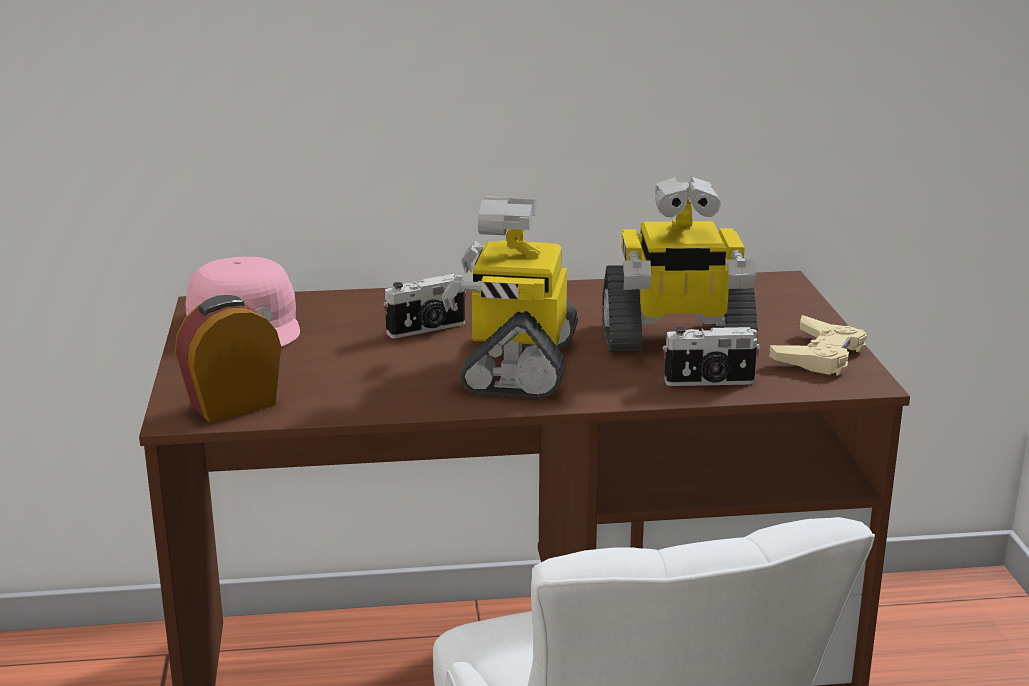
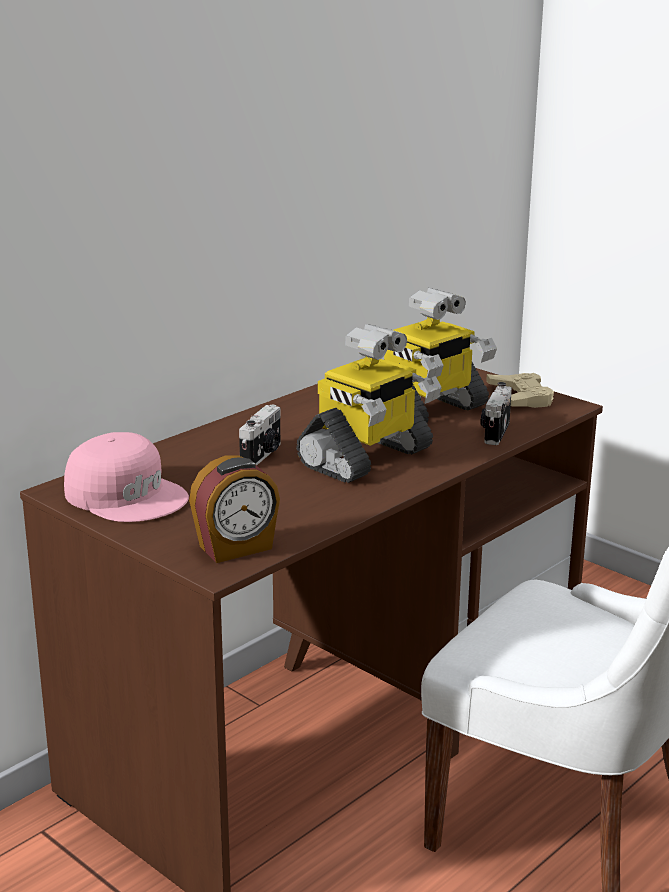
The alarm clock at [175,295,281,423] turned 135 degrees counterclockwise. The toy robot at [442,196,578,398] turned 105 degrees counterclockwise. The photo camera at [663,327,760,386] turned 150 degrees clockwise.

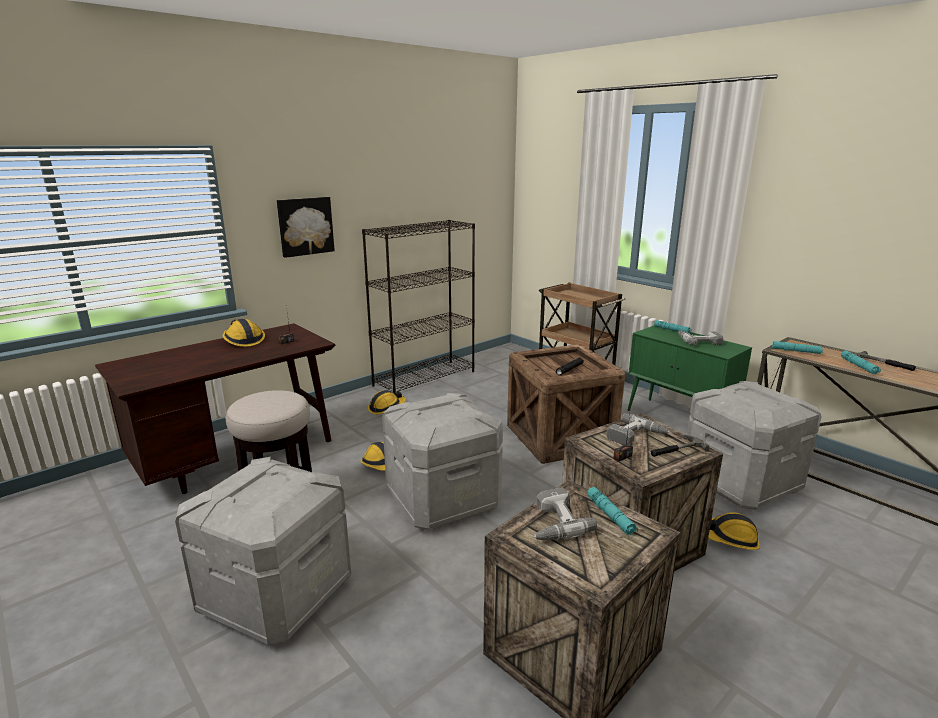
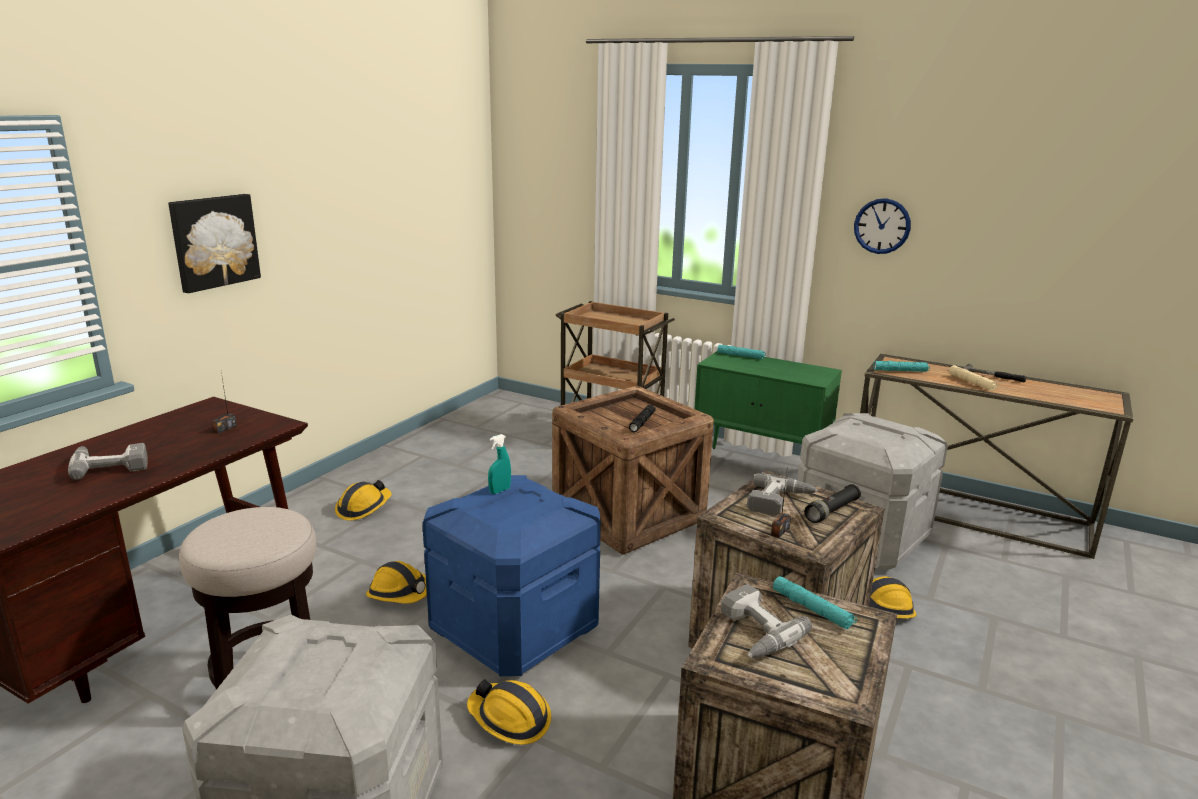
The power drill moved from [678,331,723,346] to [68,443,148,480]. The grey storage box at [382,393,503,531] became the blue storage box at [422,475,601,676]. The hard hat moved from [223,319,265,347] to [467,679,551,745]. The turquoise spray bottle at [488,434,511,494] appeared. The hammer at [651,435,709,457] was replaced by the black flashlight at [805,484,861,523]. The wall clock at [854,198,911,254] appeared. The turquoise flashlight at [841,351,881,374] became the beige flashlight at [949,365,999,391]. The black bookcase at [362,220,475,394] disappeared.

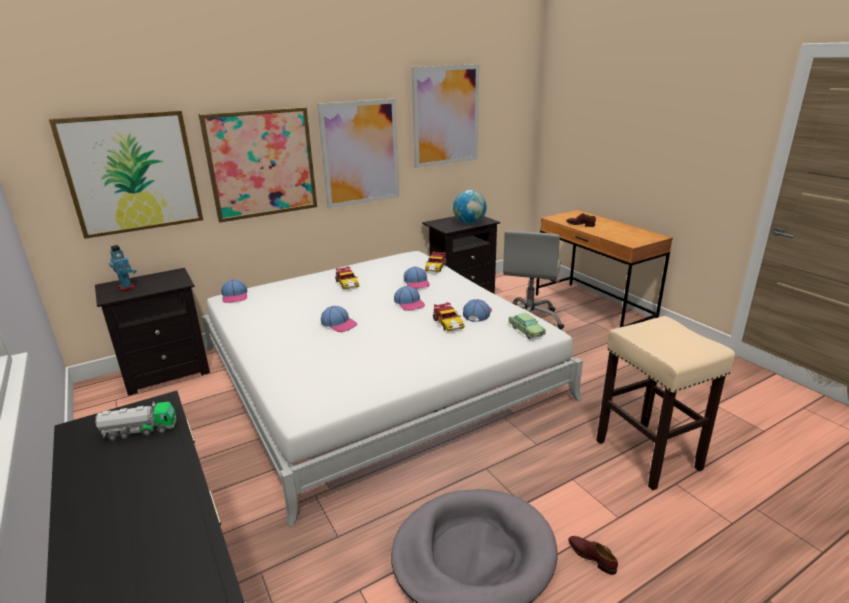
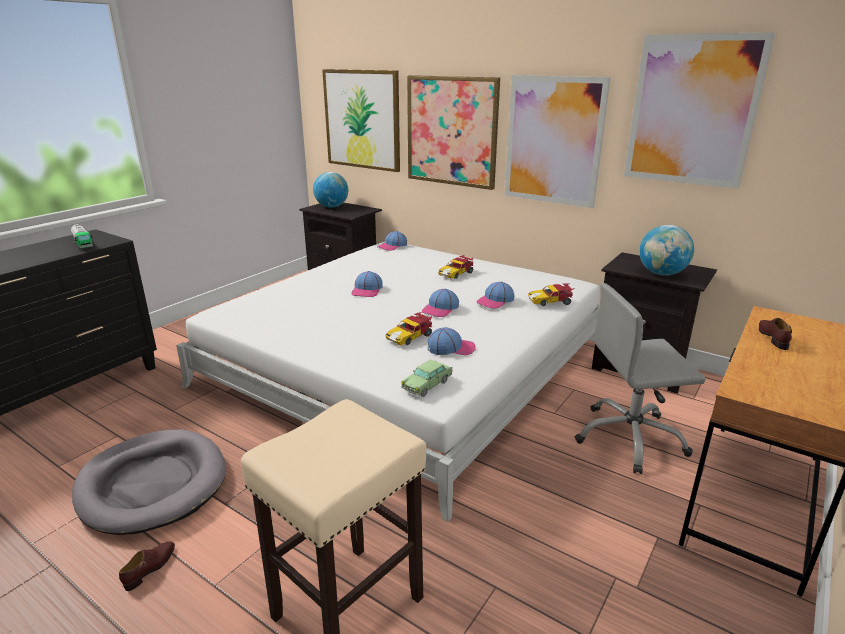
The toy robot at [109,245,137,291] was replaced by the globe at [313,172,348,208].

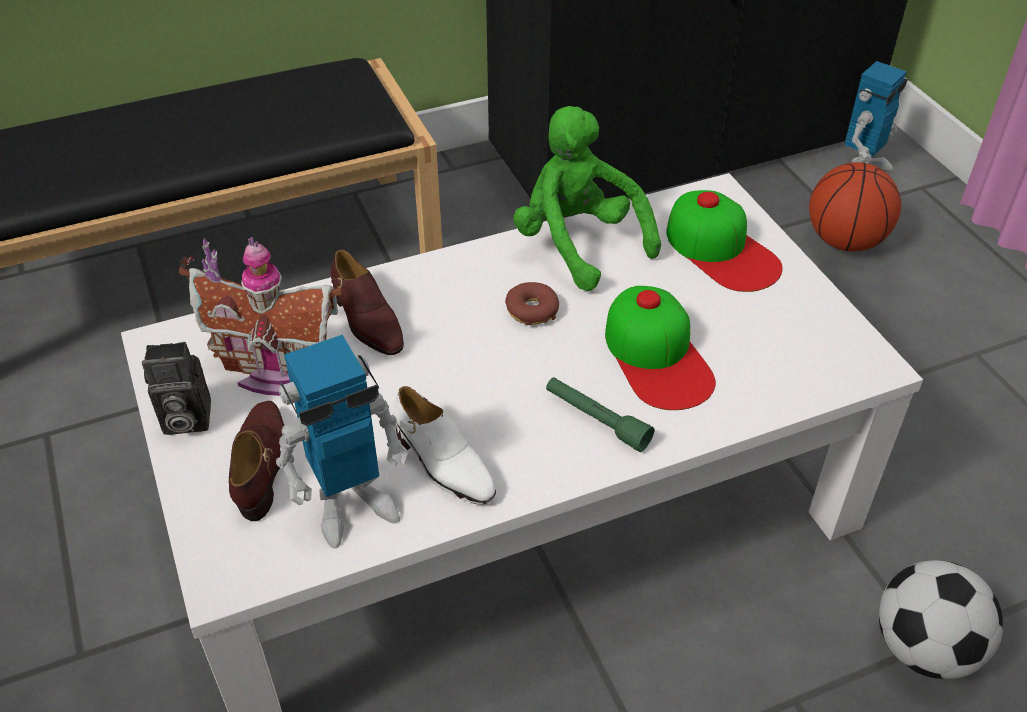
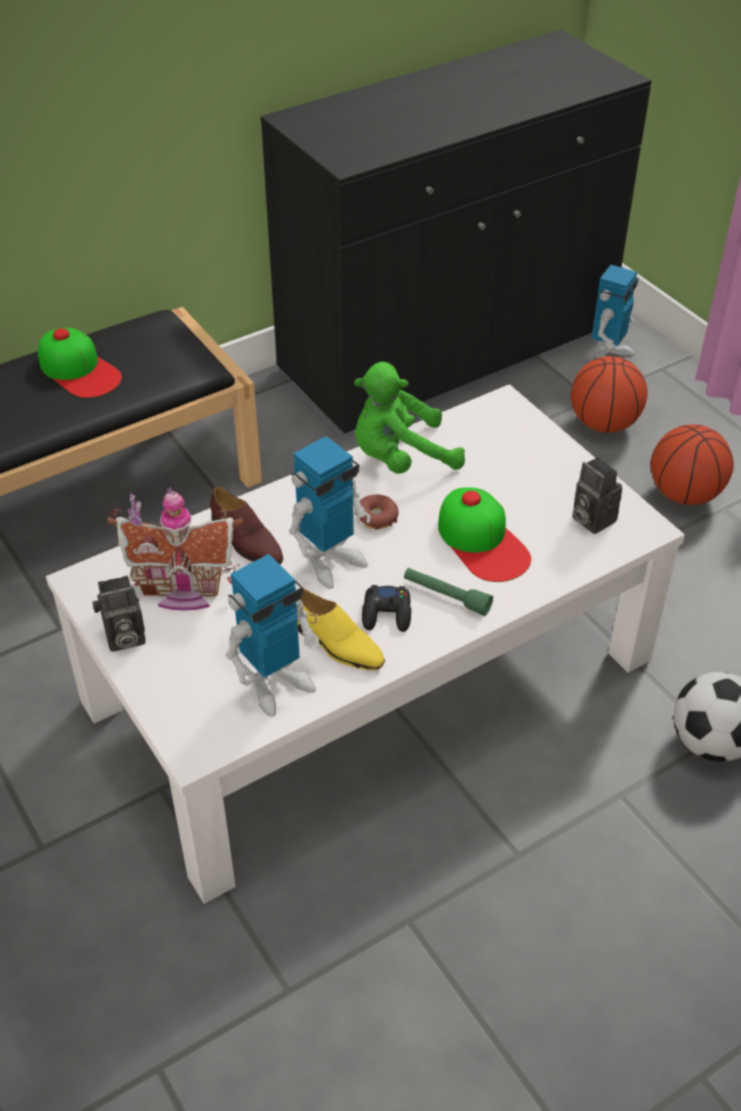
The cap moved from [666,190,783,292] to [38,328,122,398]. The toy robot at [289,436,371,589] appeared. The white shoe at [393,386,496,505] became the yellow shoe at [298,589,385,670]. The green plush toy at [513,106,661,291] turned 60 degrees counterclockwise. The black game controller at [362,585,411,632] appeared. The photo camera at [572,457,622,534] appeared. The basketball at [651,424,734,505] appeared. The brown shoe at [229,401,284,521] disappeared.

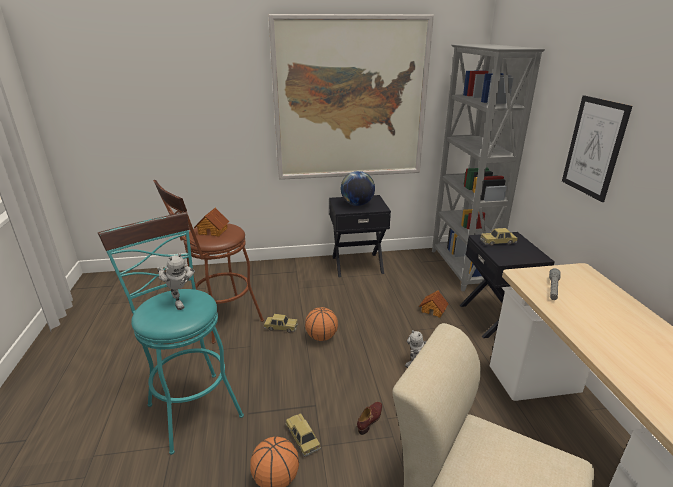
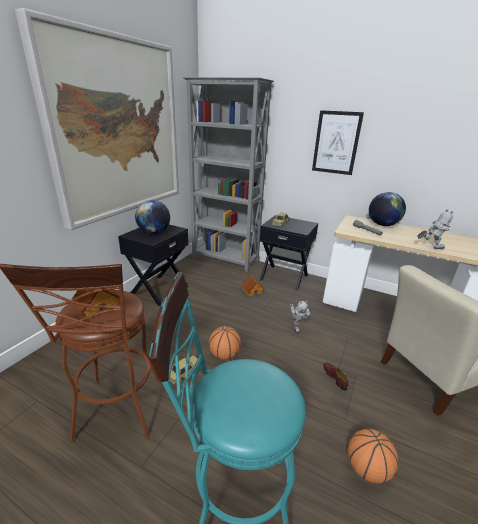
The globe at [369,192,406,226] appeared. The toy robot moved from [157,253,195,310] to [417,209,453,249]. The toy car at [286,413,321,457] disappeared.

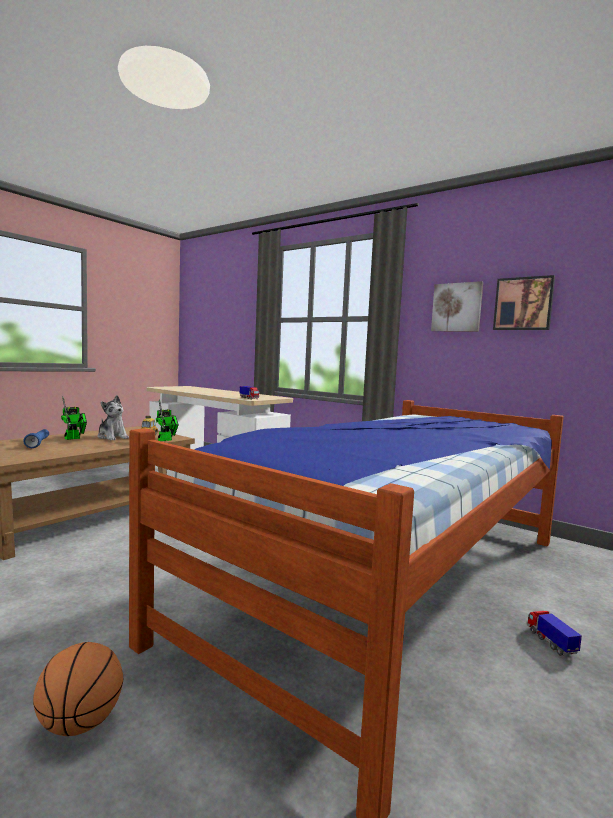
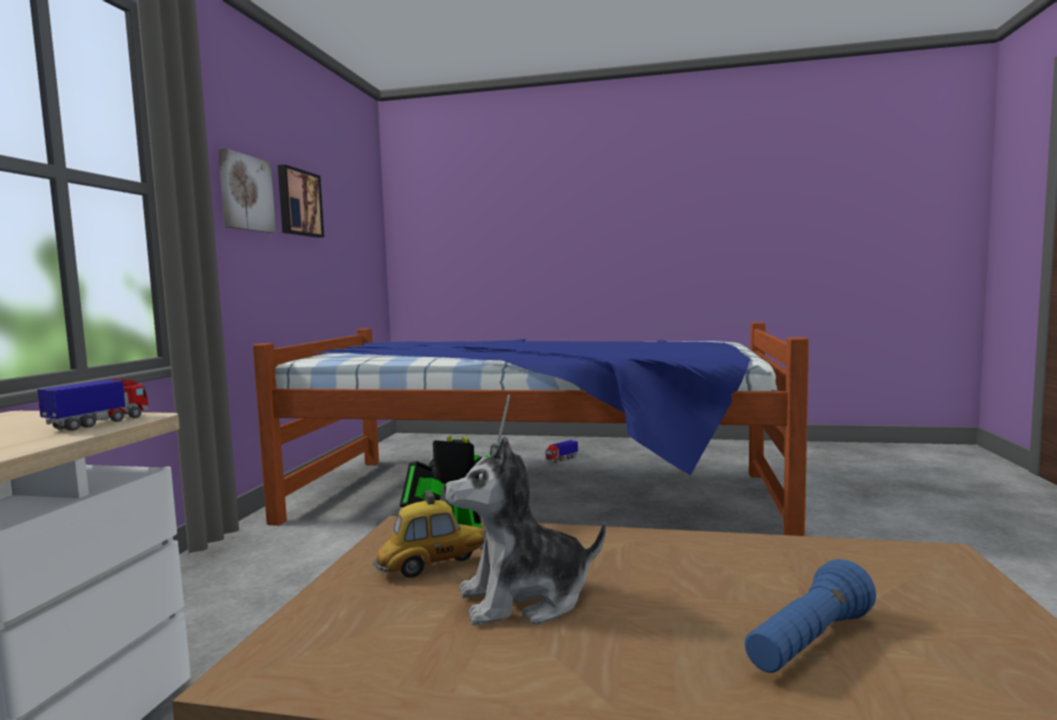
The plush toy at [97,395,129,440] turned 120 degrees counterclockwise. The basketball at [33,642,123,736] disappeared. The toy robot at [61,396,87,440] disappeared.

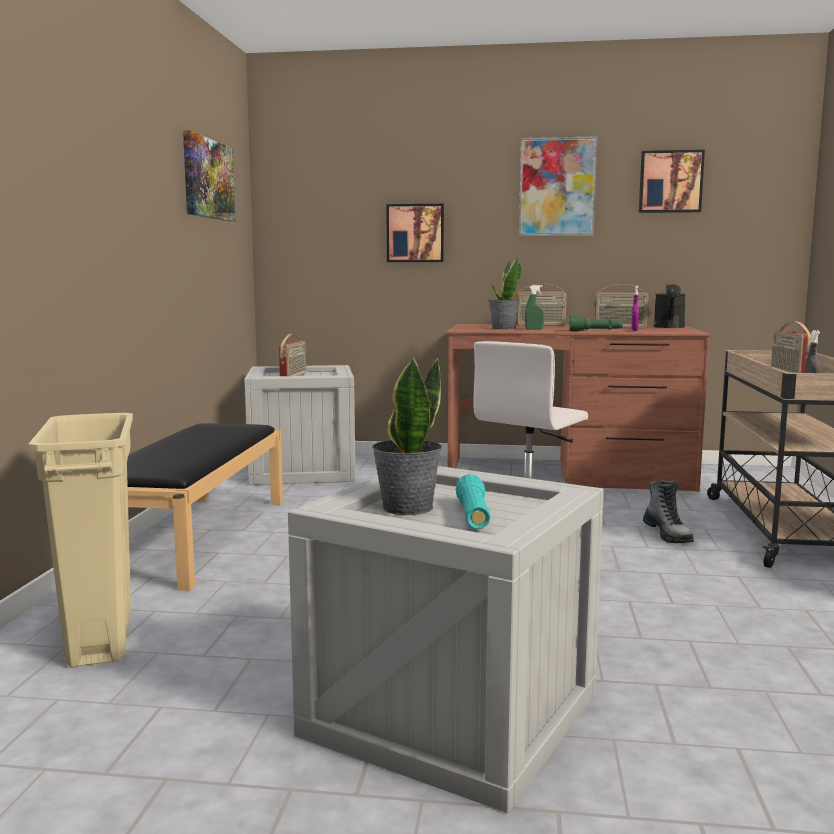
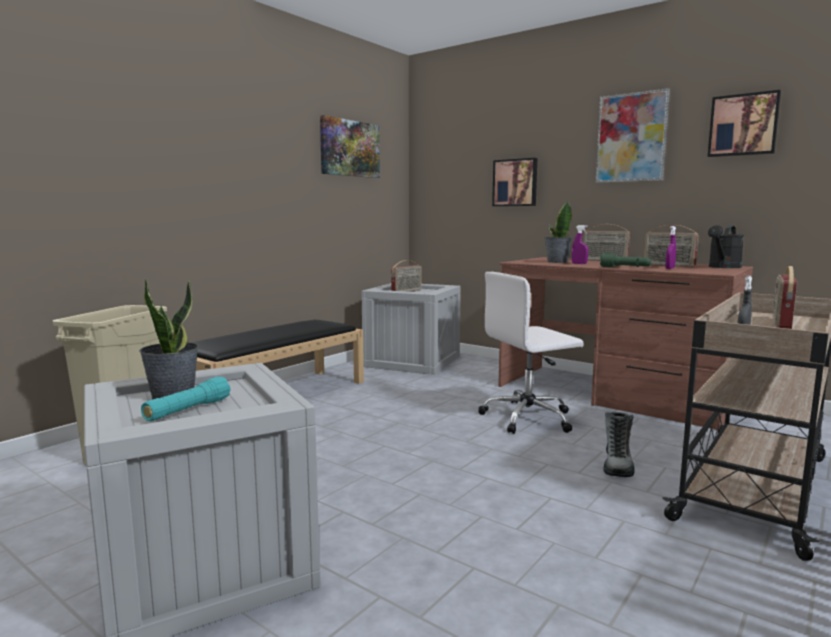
The green spray bottle at [525,285,545,330] became the purple spray bottle at [572,225,588,264].

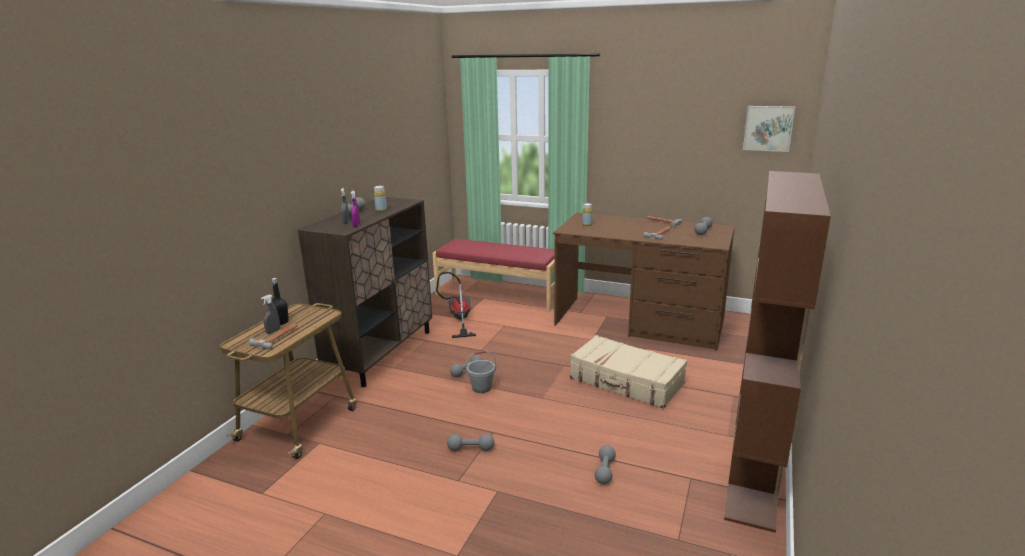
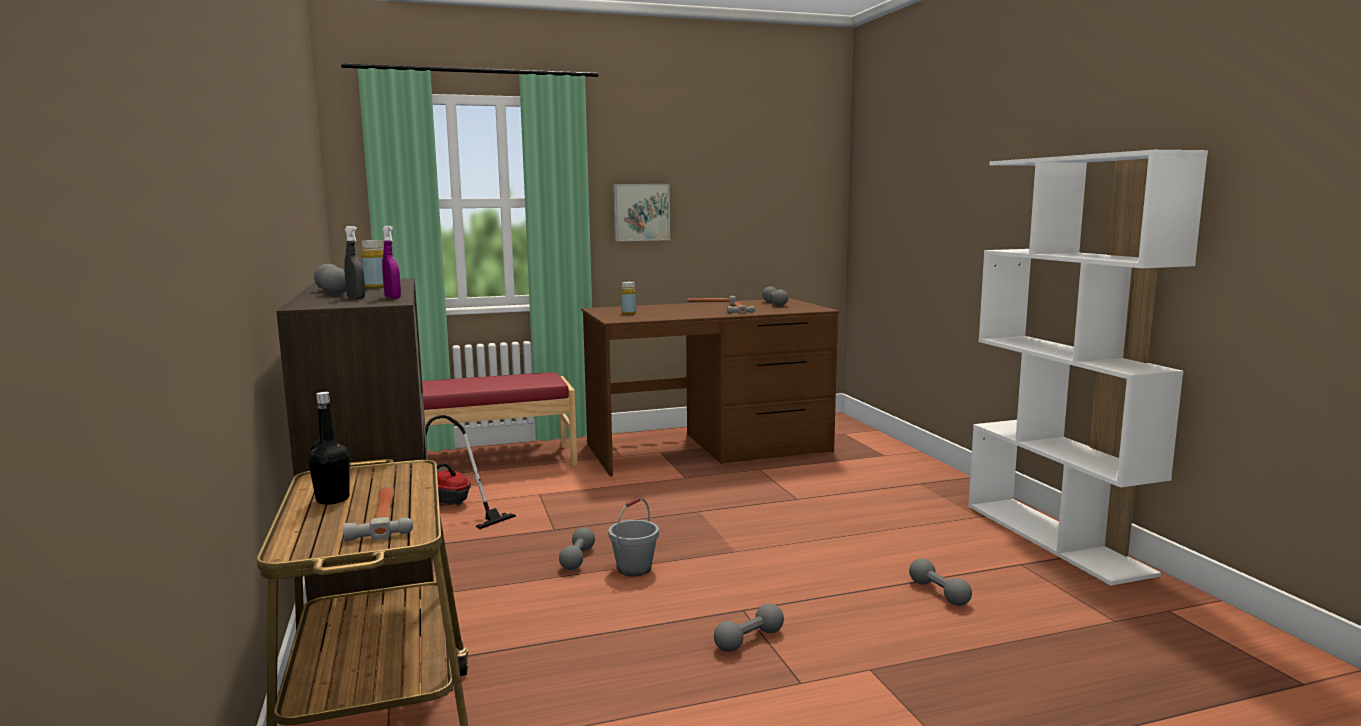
The picture moved from [743,106,795,152] to [613,184,670,241]. The brown bookcase at [724,171,831,533] became the white bookcase at [968,150,1208,586]. The grey spray bottle at [261,294,280,334] disappeared. The beige suitcase at [570,335,687,408] disappeared.

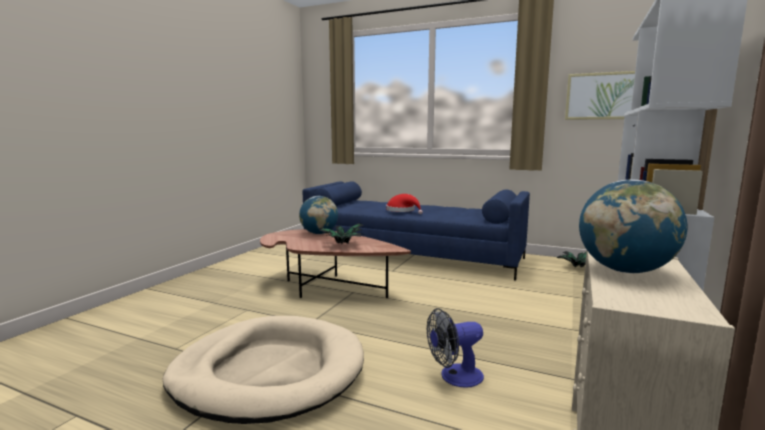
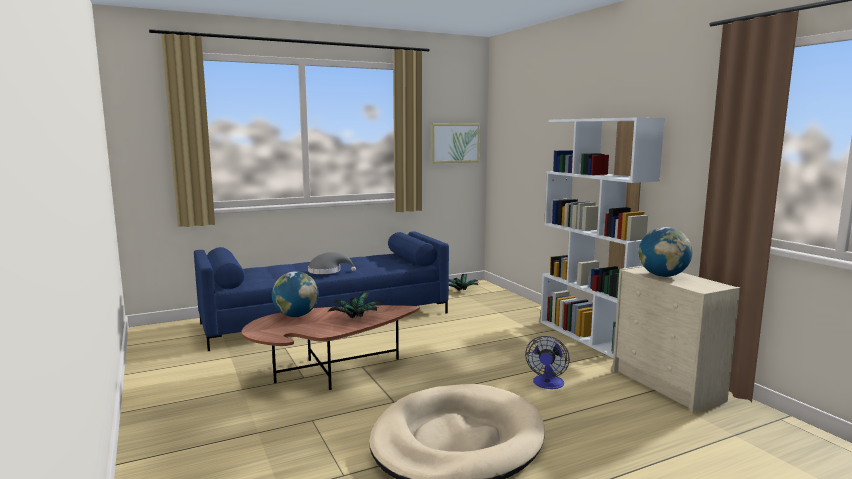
The red hat at [386,194,423,214] became the grey hat at [308,252,356,274].

